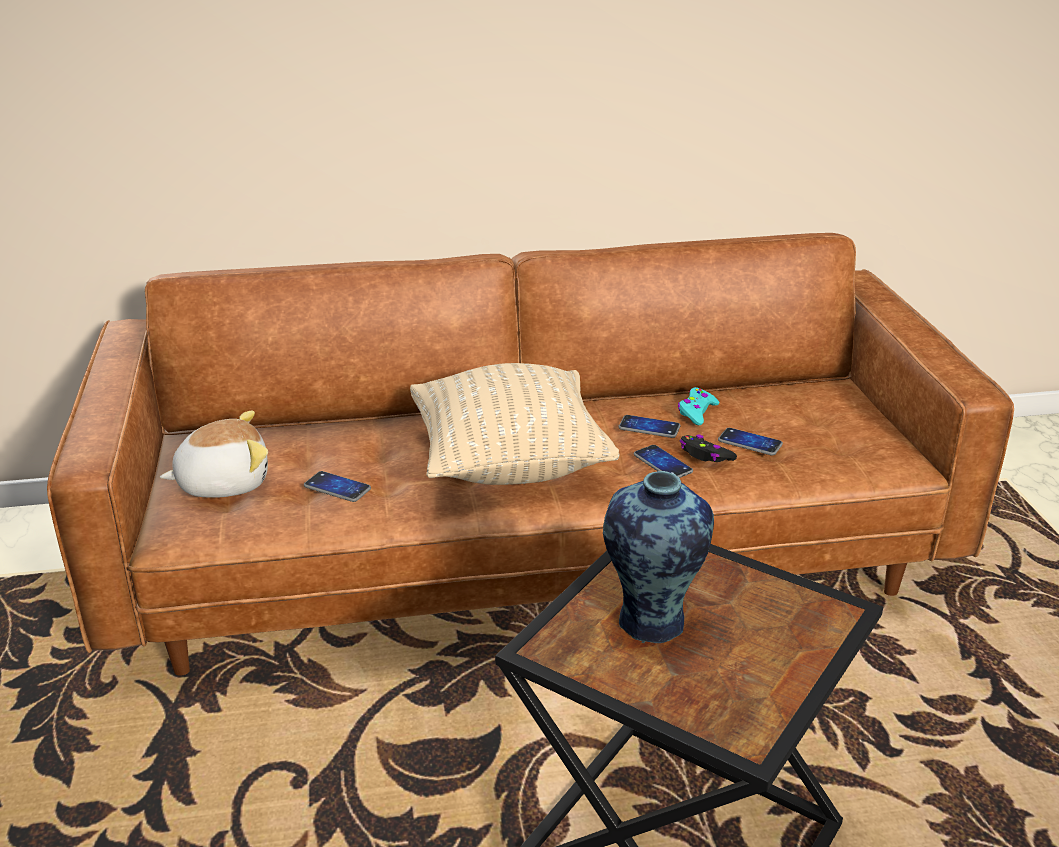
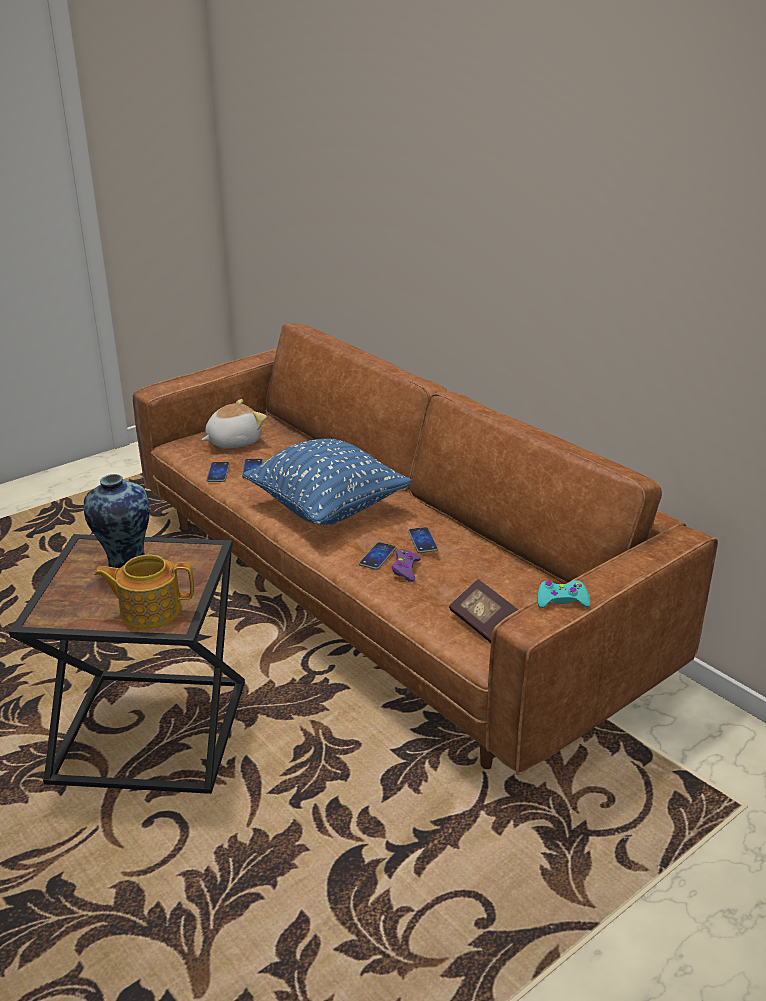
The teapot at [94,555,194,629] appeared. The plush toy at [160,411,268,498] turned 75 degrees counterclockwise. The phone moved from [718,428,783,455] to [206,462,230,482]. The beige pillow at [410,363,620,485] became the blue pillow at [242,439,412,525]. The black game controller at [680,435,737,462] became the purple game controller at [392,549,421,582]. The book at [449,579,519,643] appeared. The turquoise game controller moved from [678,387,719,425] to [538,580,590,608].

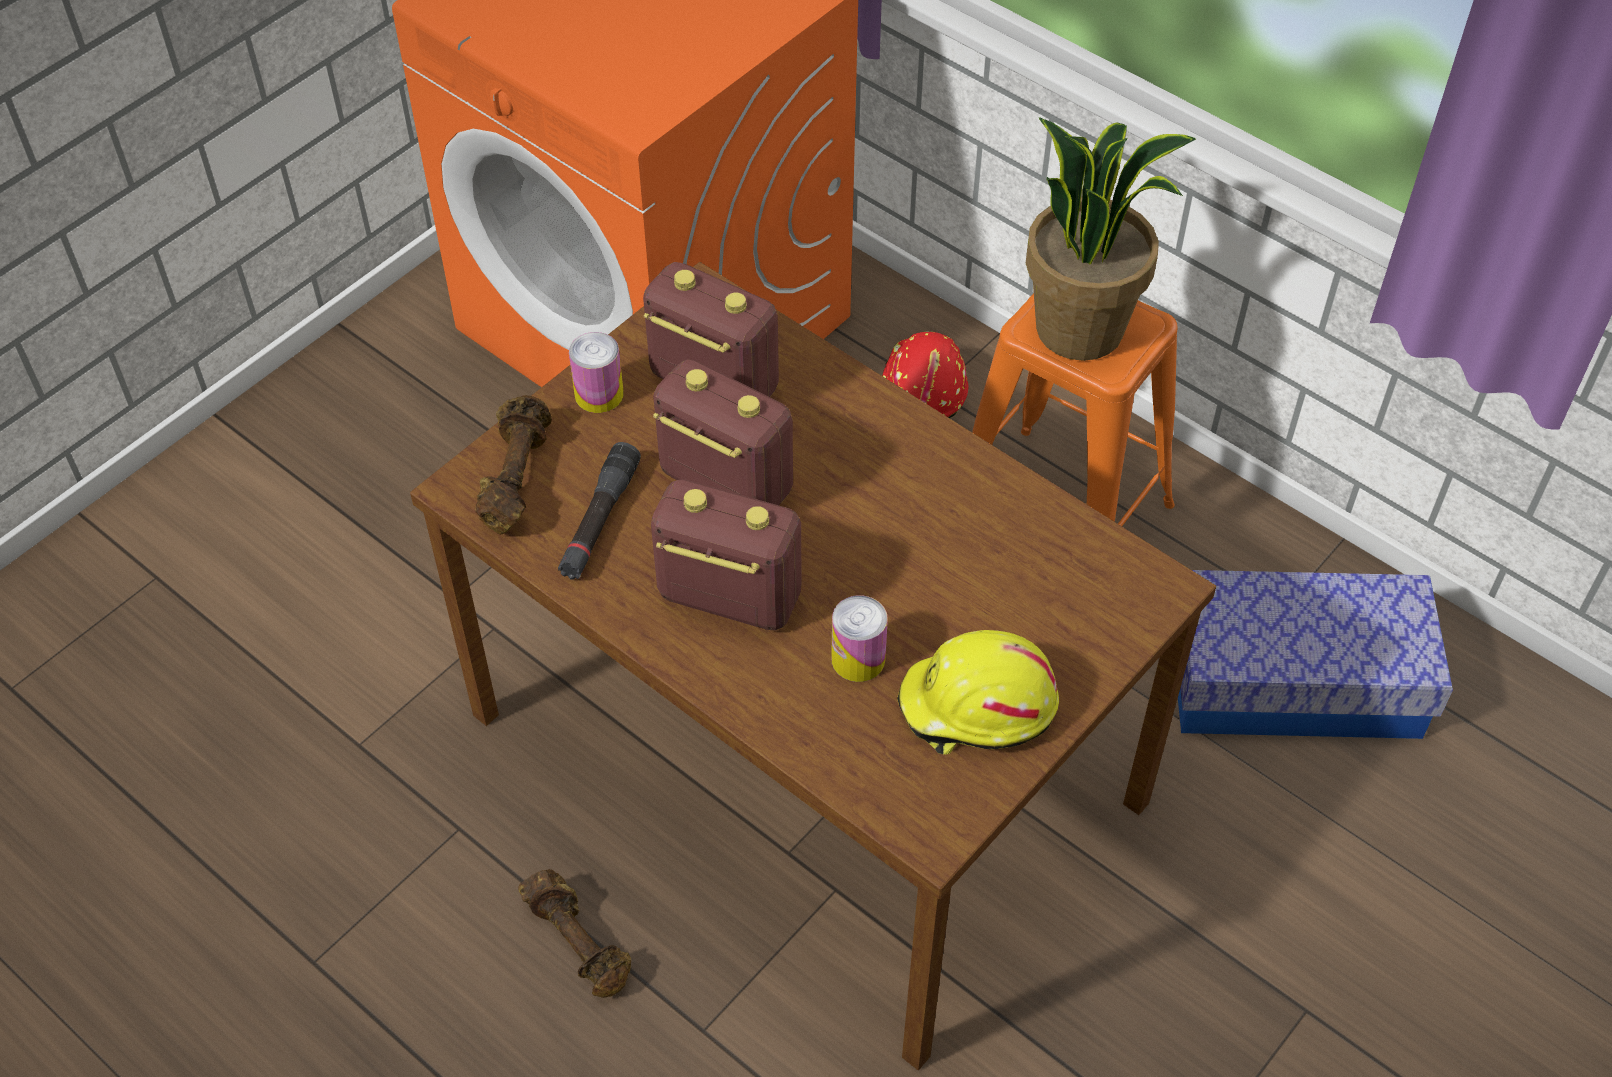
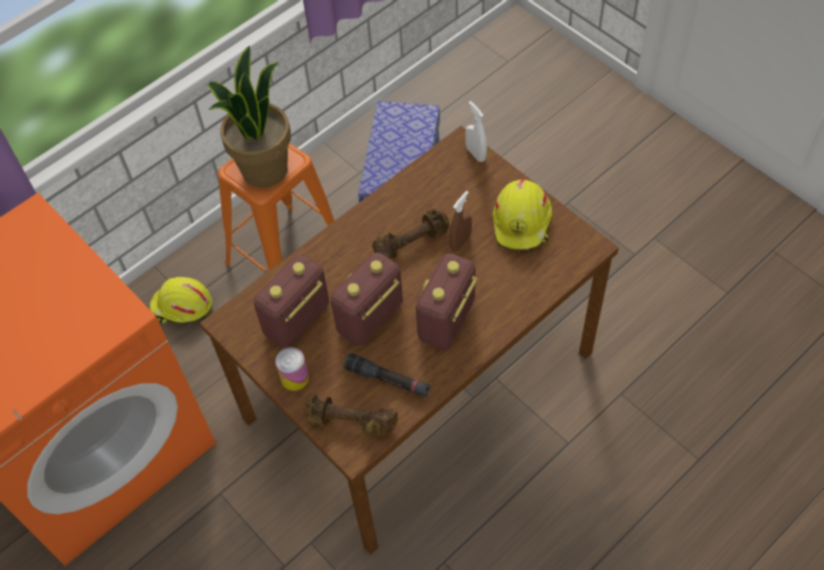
The red hard hat at [882,332,968,418] became the yellow hard hat at [150,277,212,324]. The brown dumbbell moved from [518,869,631,998] to [372,209,449,259]. The brown spray bottle at [449,191,472,251] appeared. The white spray bottle at [465,101,487,162] appeared. The can at [831,595,888,682] disappeared.

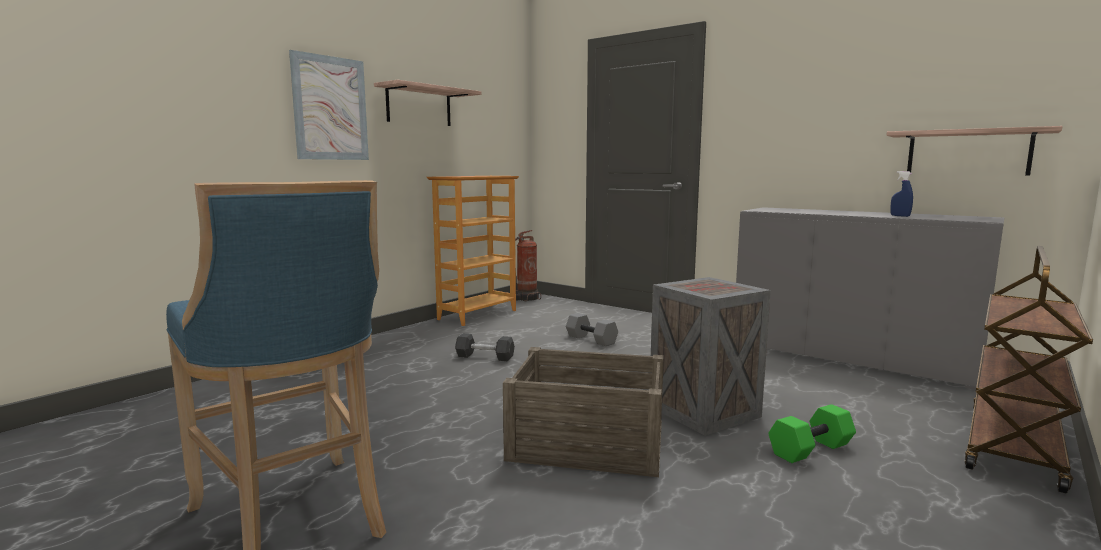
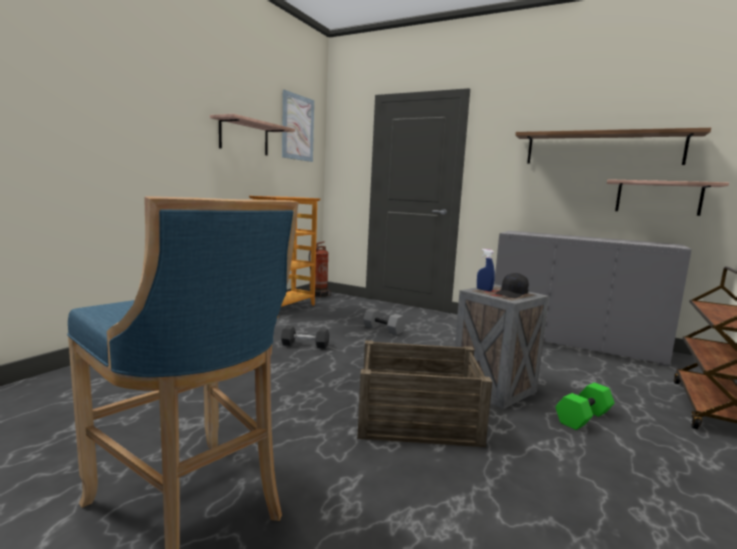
The picture moved from [289,50,369,160] to [282,90,314,162]. The blue spray bottle moved from [890,171,913,217] to [477,249,495,291]. The black cap at [495,273,529,298] appeared. The shelf at [515,128,711,165] appeared.

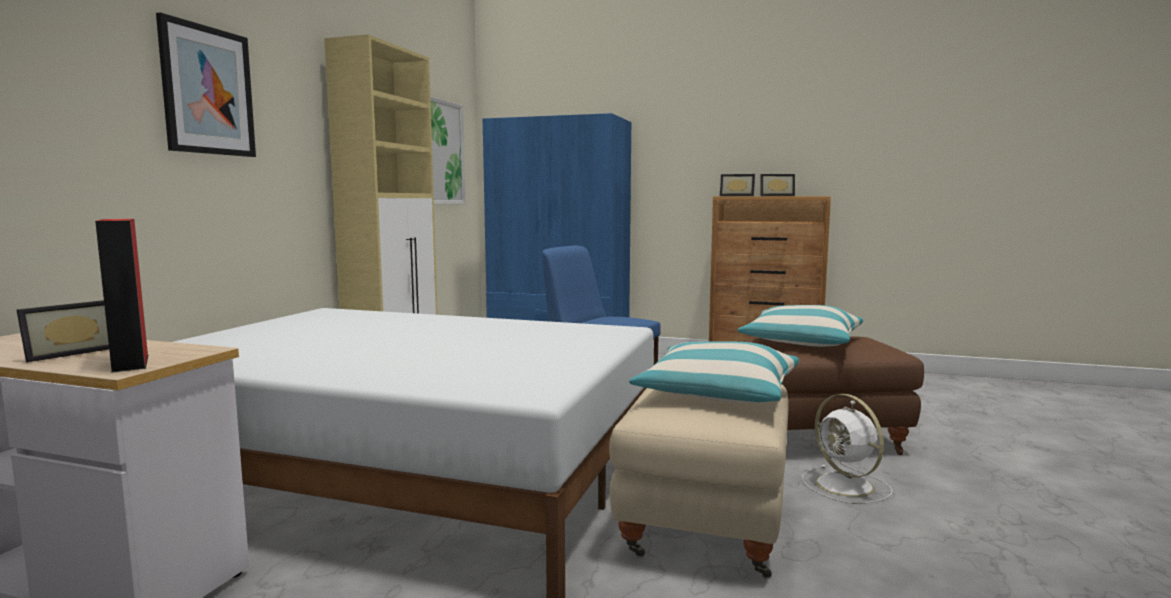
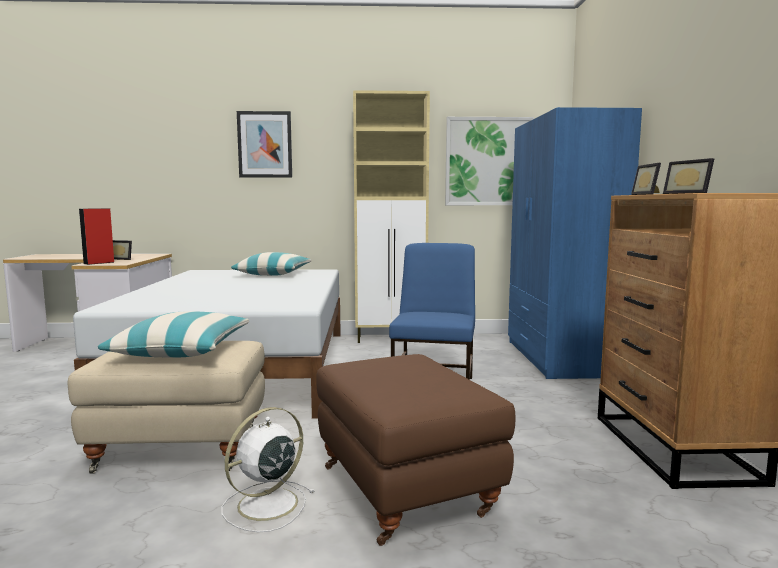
The pillow moved from [738,305,863,347] to [231,252,312,276].

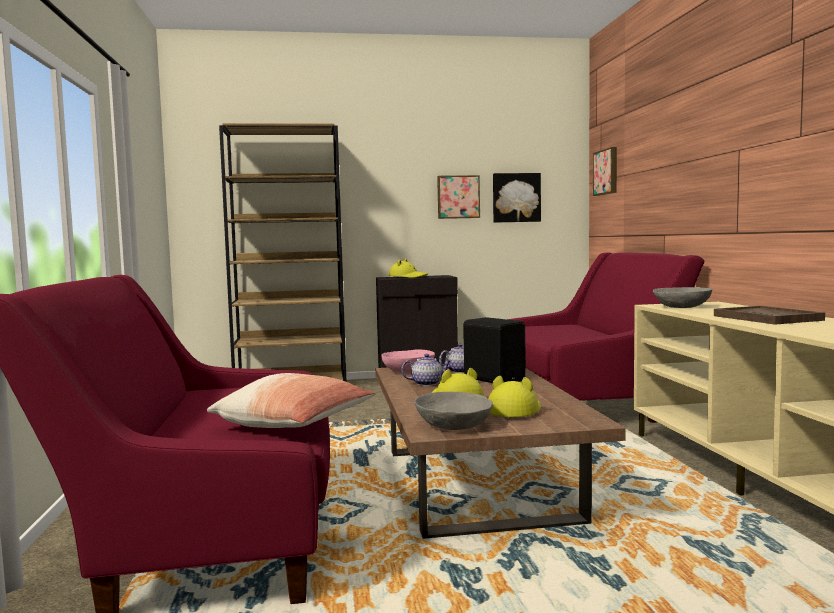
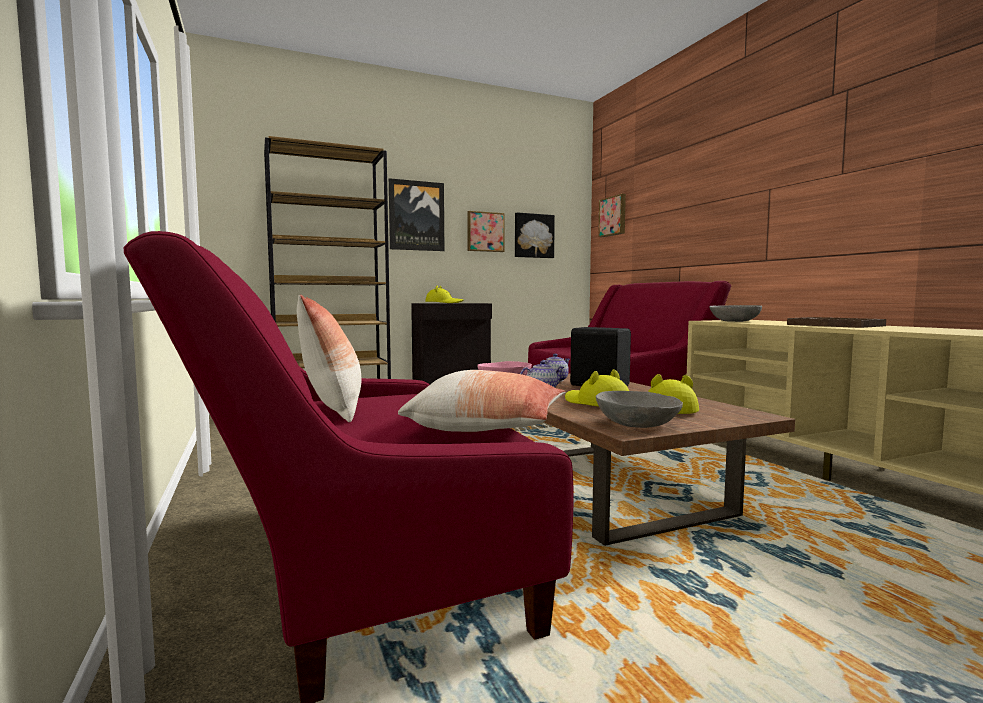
The pillow at [297,295,361,422] appeared. The picture at [389,178,444,251] appeared.

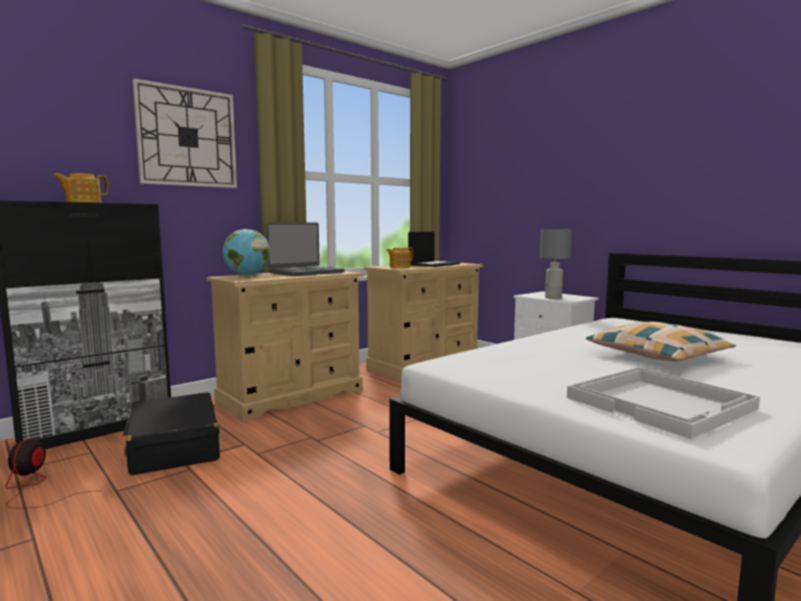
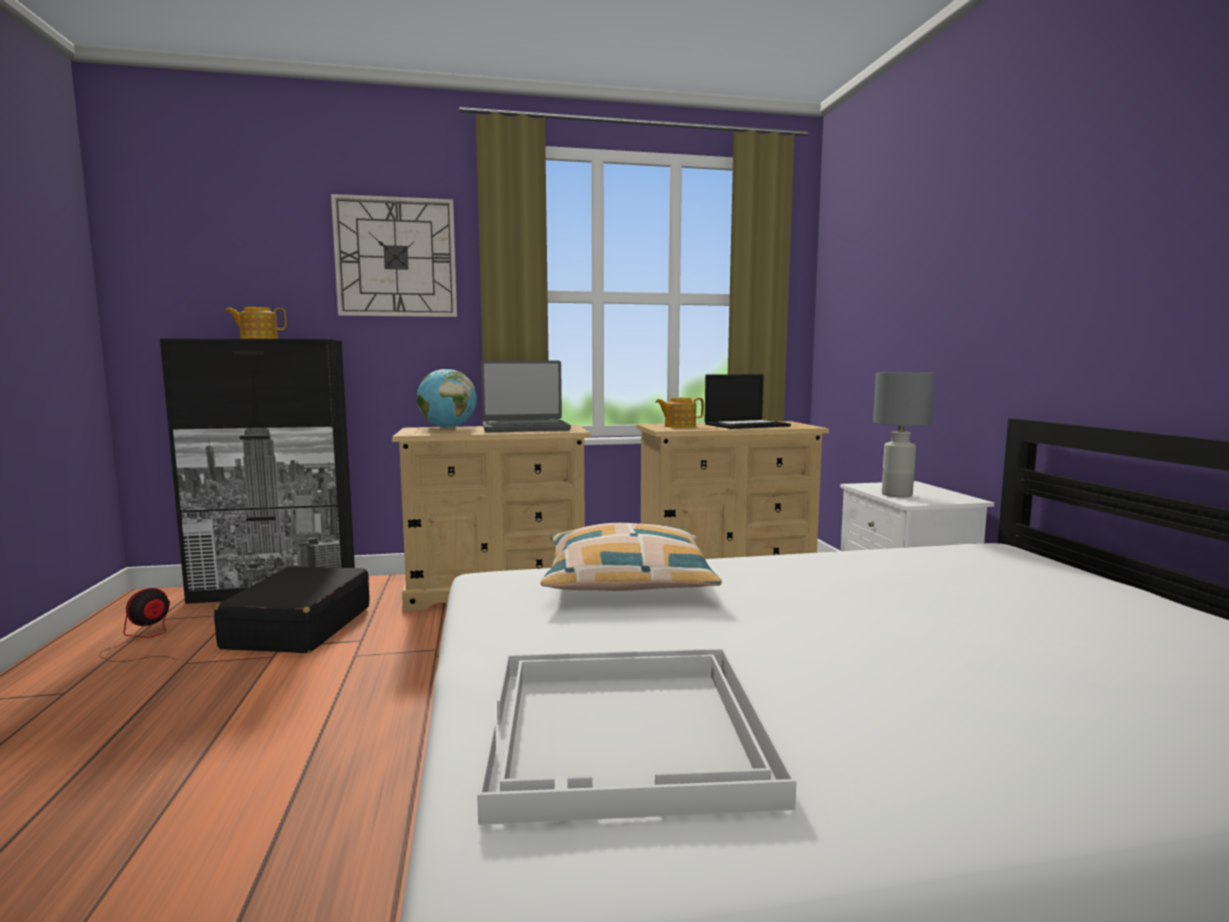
The pillow moved from [586,322,736,362] to [540,523,722,591].

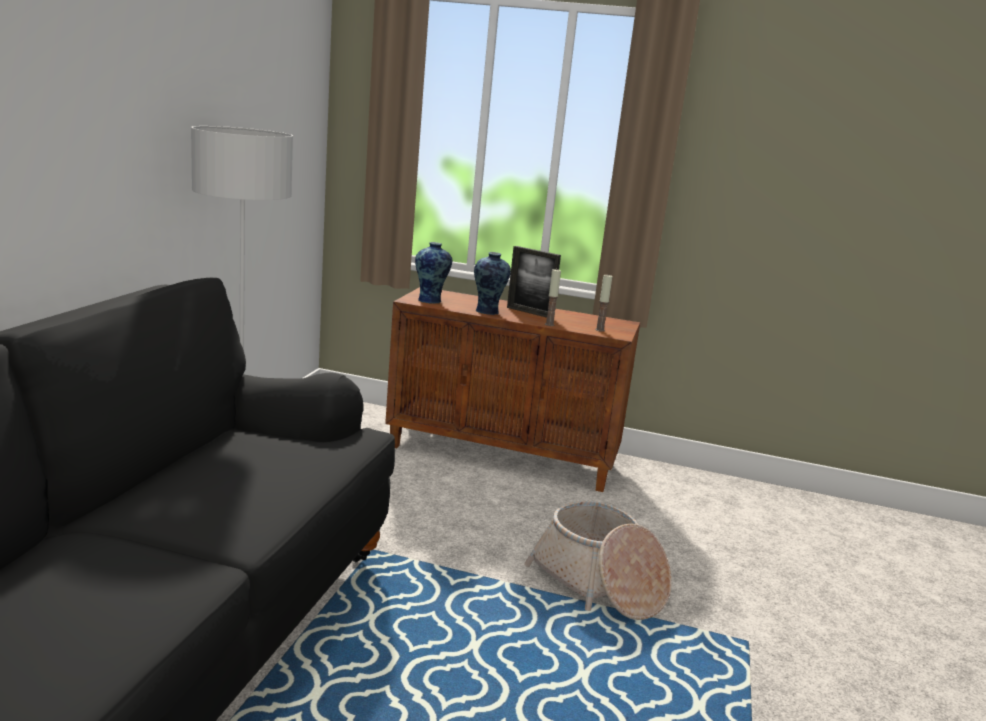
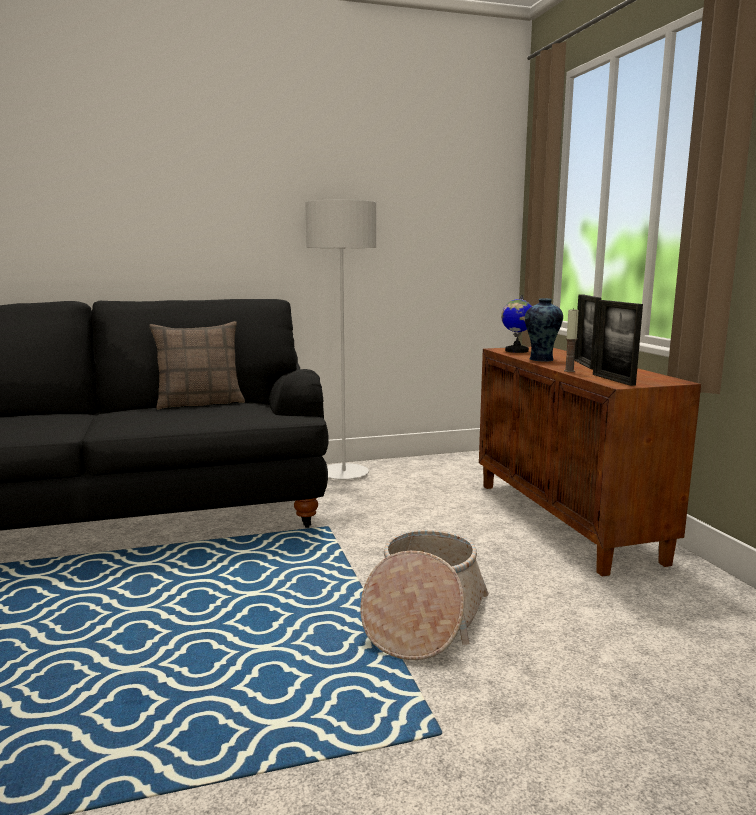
The pillow at [149,321,245,409] appeared. The vase at [415,242,452,304] was replaced by the globe at [501,295,532,353]. The candle at [595,275,613,332] was replaced by the picture frame at [593,300,643,386].

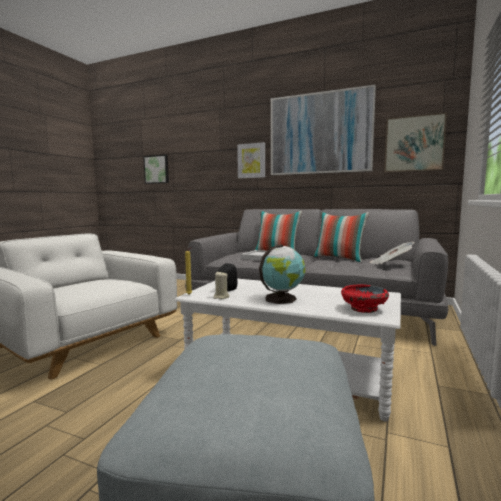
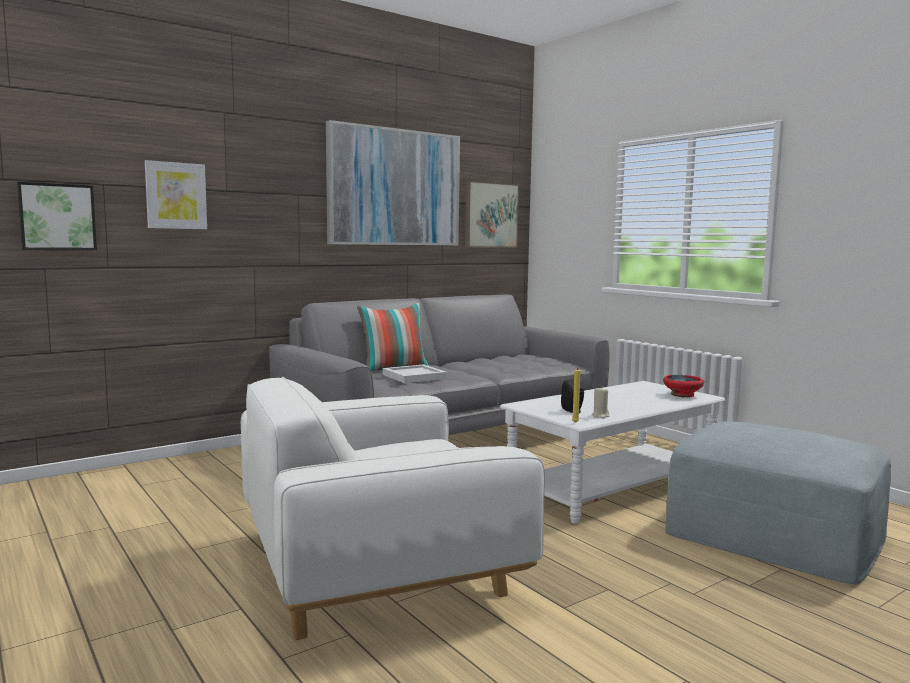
The picture moved from [237,142,265,178] to [145,160,207,229]. The globe at [259,244,305,304] disappeared. The pillow at [313,212,369,262] disappeared. The newspaper at [370,242,415,264] disappeared.

